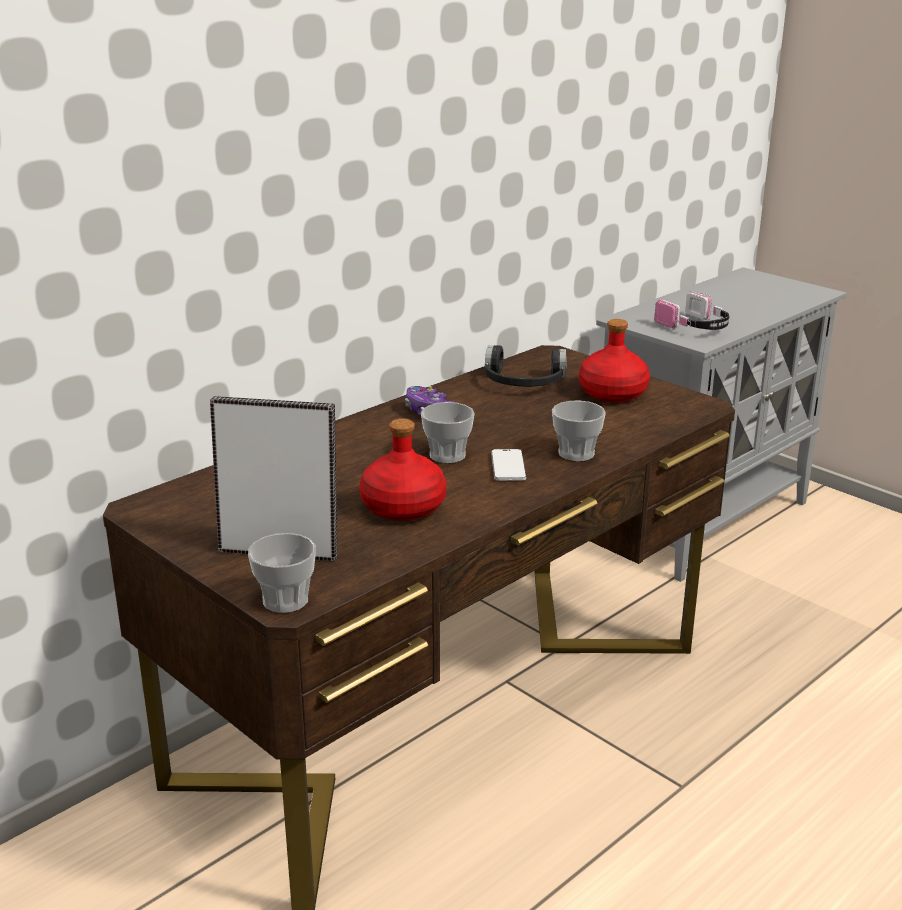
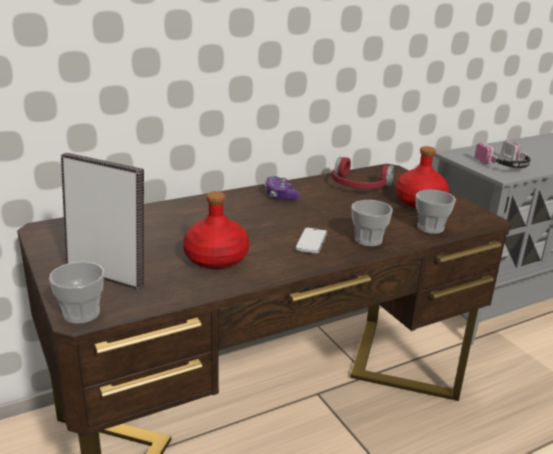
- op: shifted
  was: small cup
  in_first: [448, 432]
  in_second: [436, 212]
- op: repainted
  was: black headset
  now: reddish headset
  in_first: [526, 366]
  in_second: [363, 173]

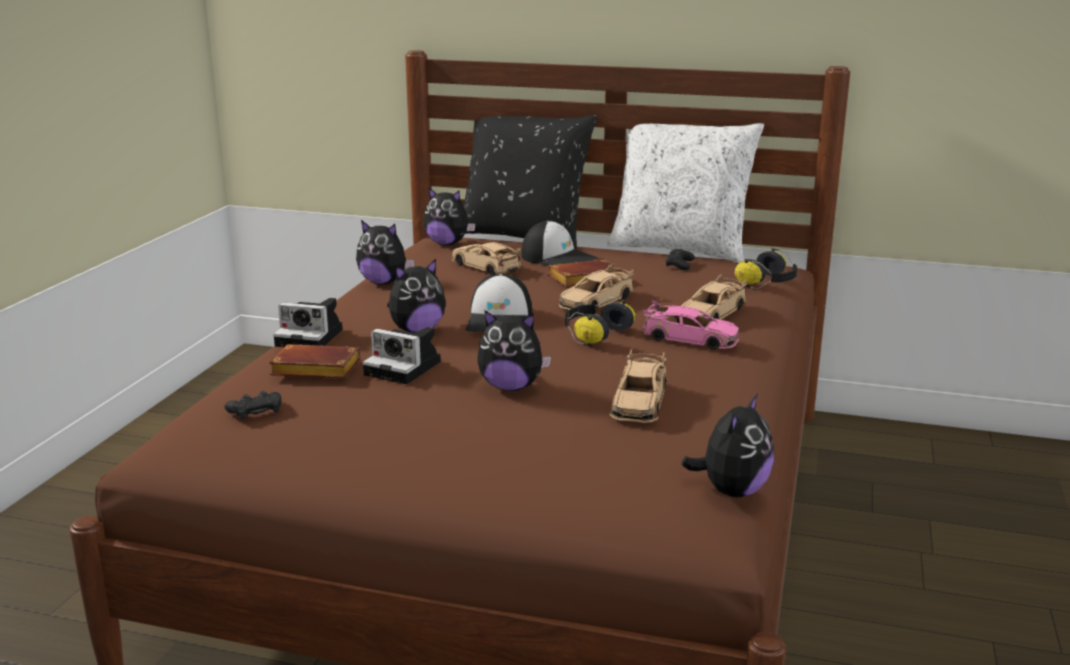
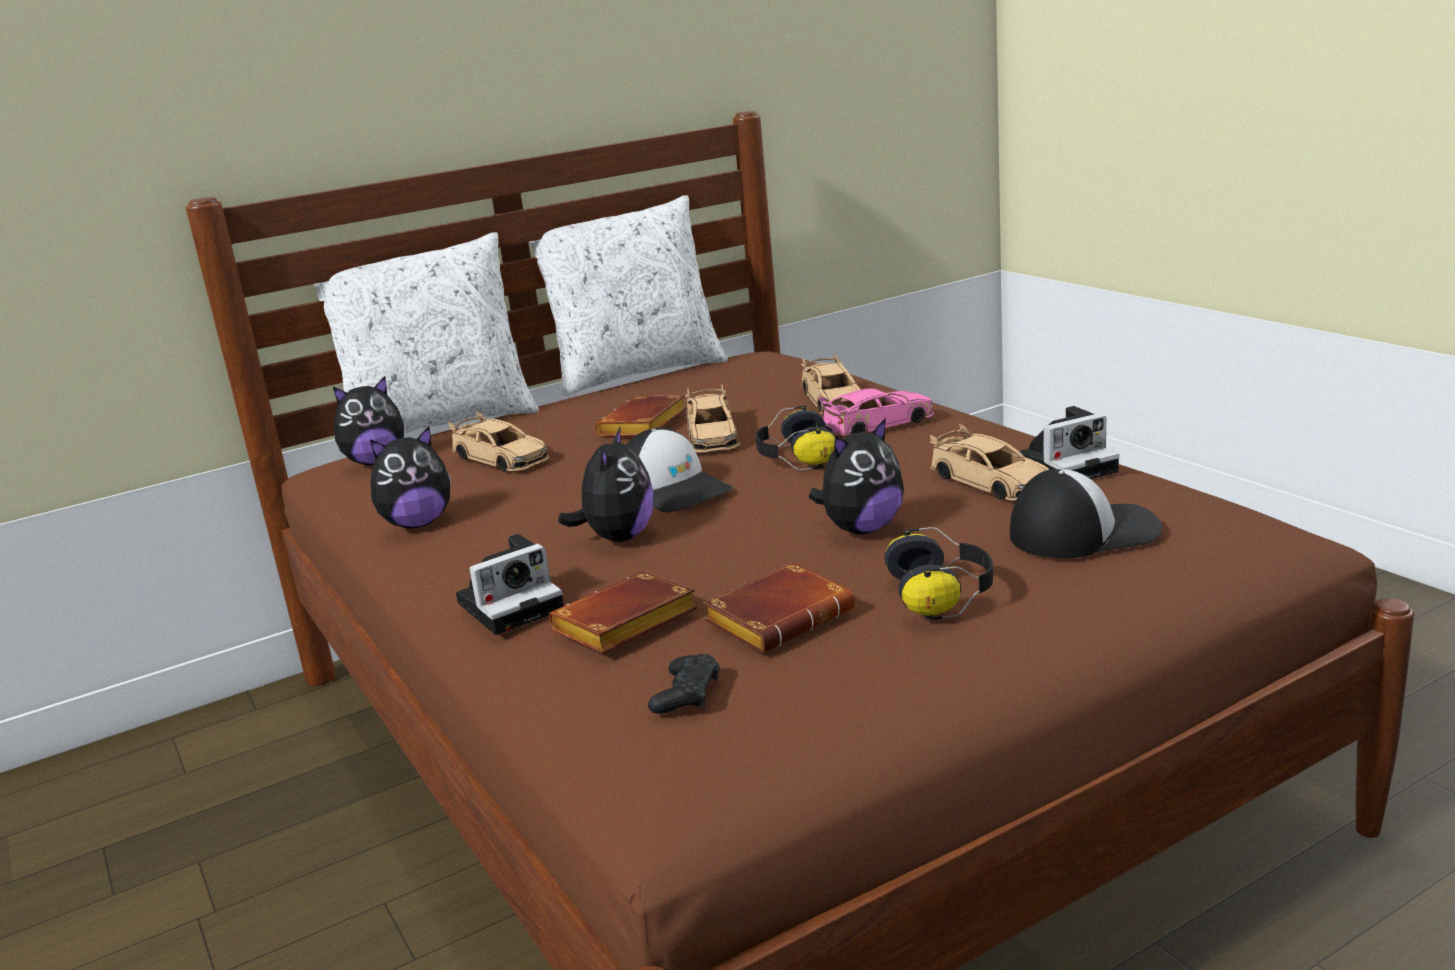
- op: shifted
  was: still camera
  in_first: [402, 355]
  in_second: [1069, 442]
- op: rotated
  was: beige toy car
  in_first: [487, 258]
  in_second: [498, 441]
  clockwise: -135
- op: repainted
  was: black throw pillow
  now: whitish throw pillow
  in_first: [530, 182]
  in_second: [426, 333]
- op: shifted
  was: baseball cap
  in_first: [559, 243]
  in_second: [1086, 513]
- op: gone
  was: black game controller
  in_first: [680, 259]
- op: gone
  was: soft toy
  in_first: [727, 445]
- op: shifted
  was: headset
  in_first: [766, 268]
  in_second: [939, 574]
- op: new
  now: brown volume
  in_second: [779, 608]

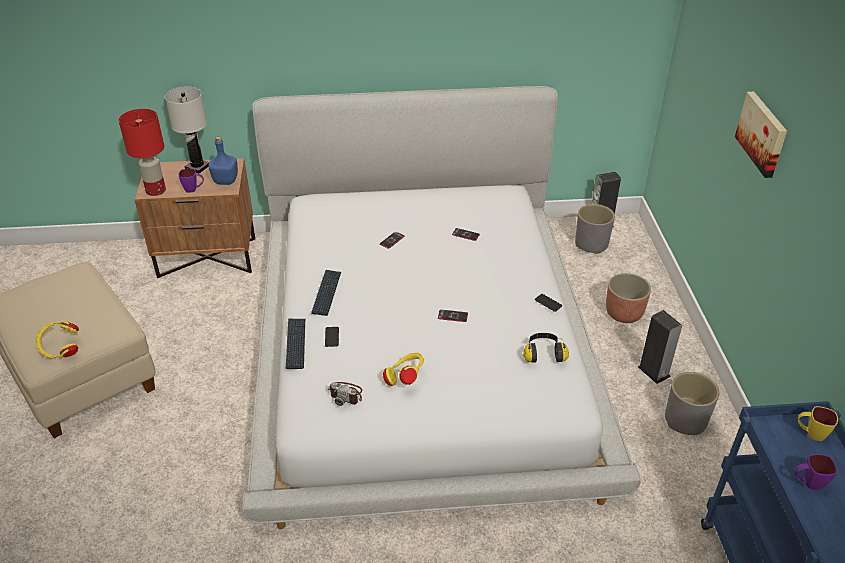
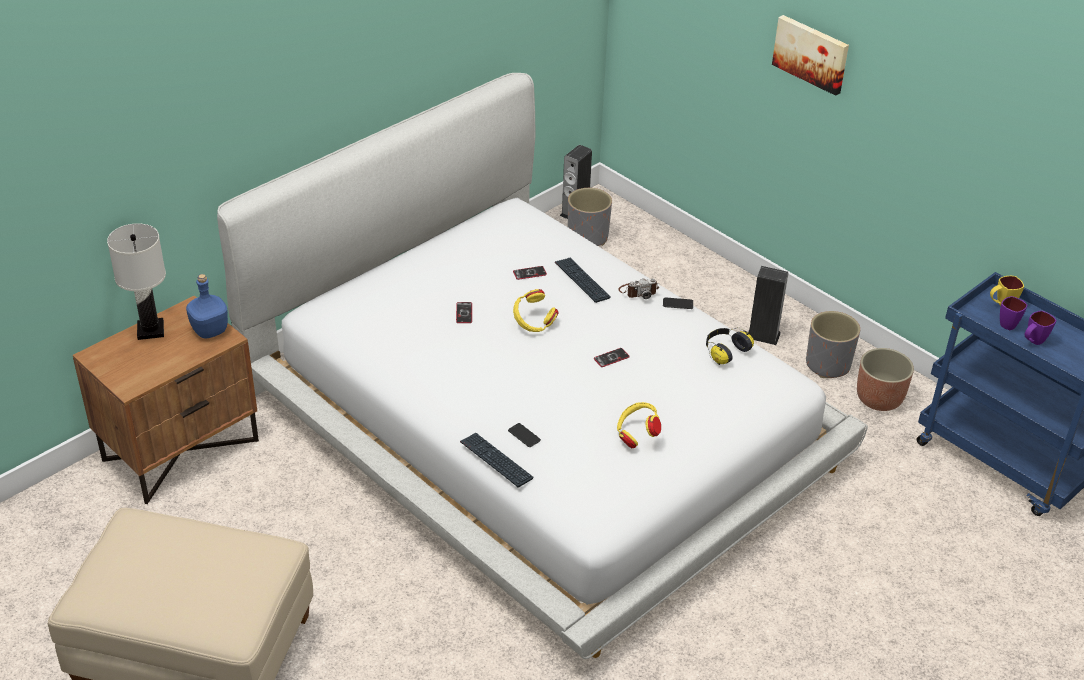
- op: shifted
  was: yellow-coloured headset
  in_first: [57, 339]
  in_second: [536, 310]
- op: gone
  was: reddish lamp for a table
  in_first: [142, 152]
- op: shifted
  was: purple-coloured coffee mug
  in_first: [191, 181]
  in_second: [1013, 313]
- op: shifted
  was: computer keyboard
  in_first: [326, 293]
  in_second: [583, 280]
- op: shifted
  was: still camera
  in_first: [345, 394]
  in_second: [638, 288]
- op: shifted
  was: flower pot
  in_first: [628, 298]
  in_second: [885, 379]

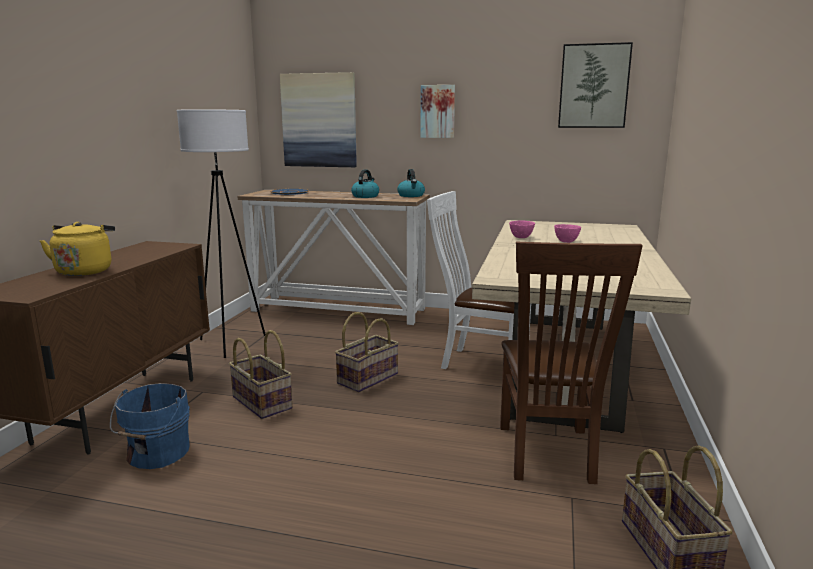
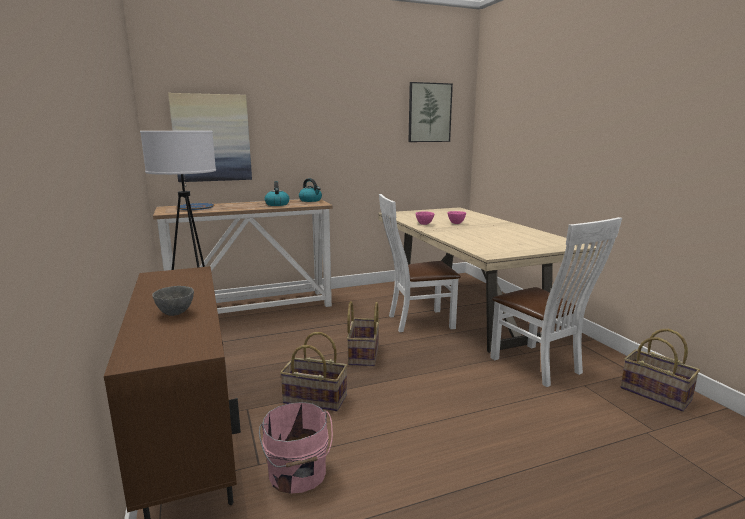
- op: swapped
  was: yellow-coloured kettle
  now: grey bowl
  in_first: [77, 249]
  in_second: [173, 301]
- op: repainted
  was: bluish pail
  now: pink-coloured pail
  in_first: [150, 426]
  in_second: [296, 448]
- op: gone
  was: wall picture
  in_first: [437, 111]
- op: repainted
  was: brown upright chair
  now: whitish upright chair
  in_first: [571, 363]
  in_second: [556, 302]

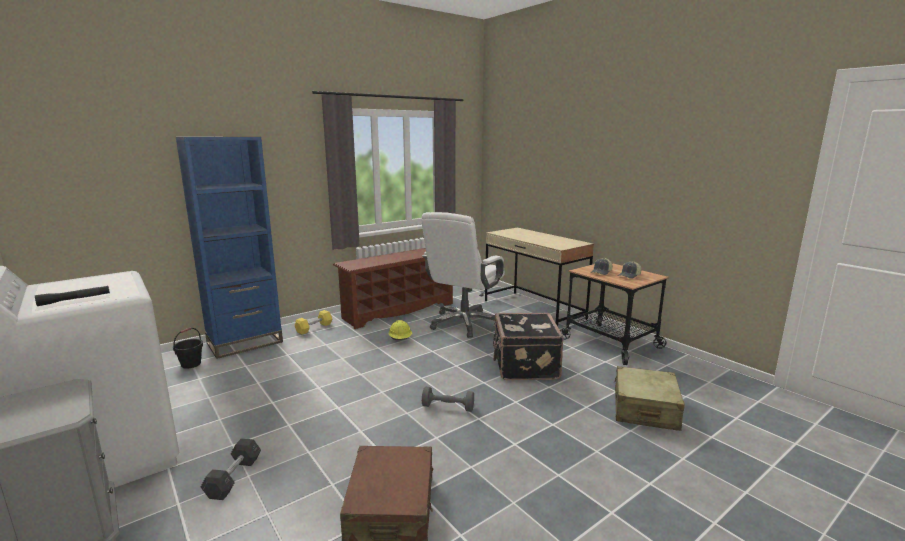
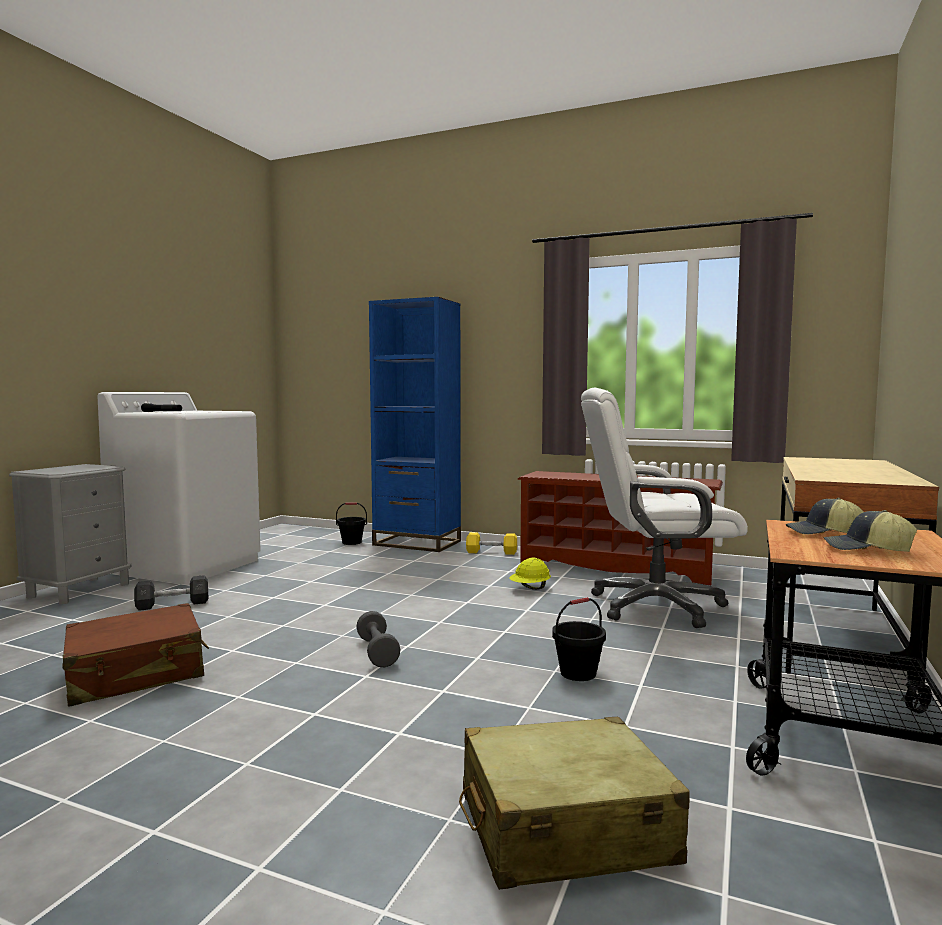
- op: swapped
  was: black suitcase
  now: black pail
  in_first: [528, 346]
  in_second: [579, 639]

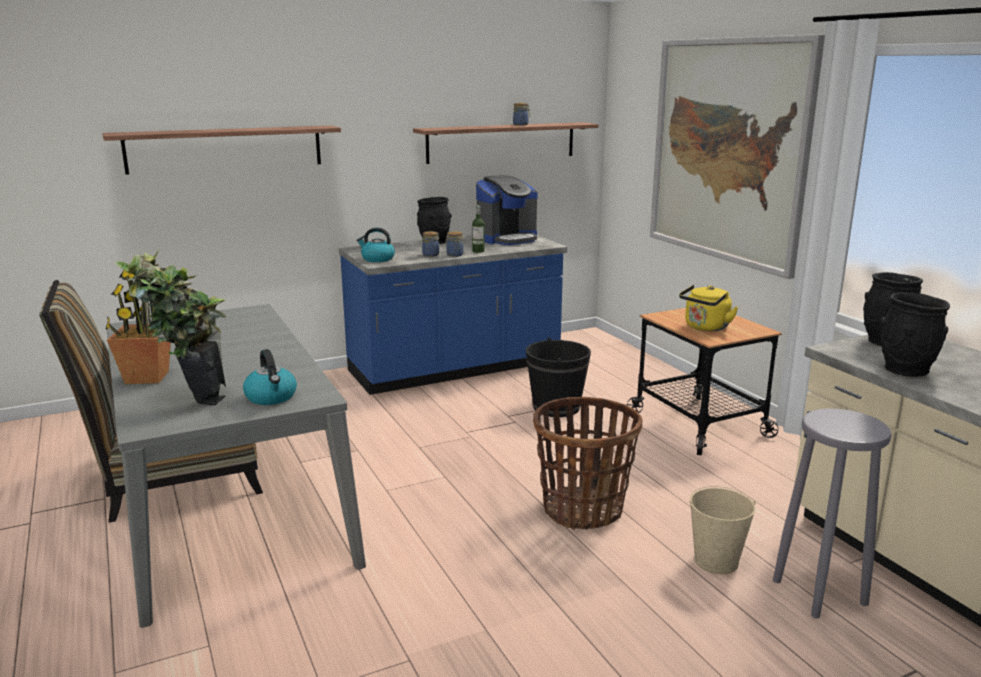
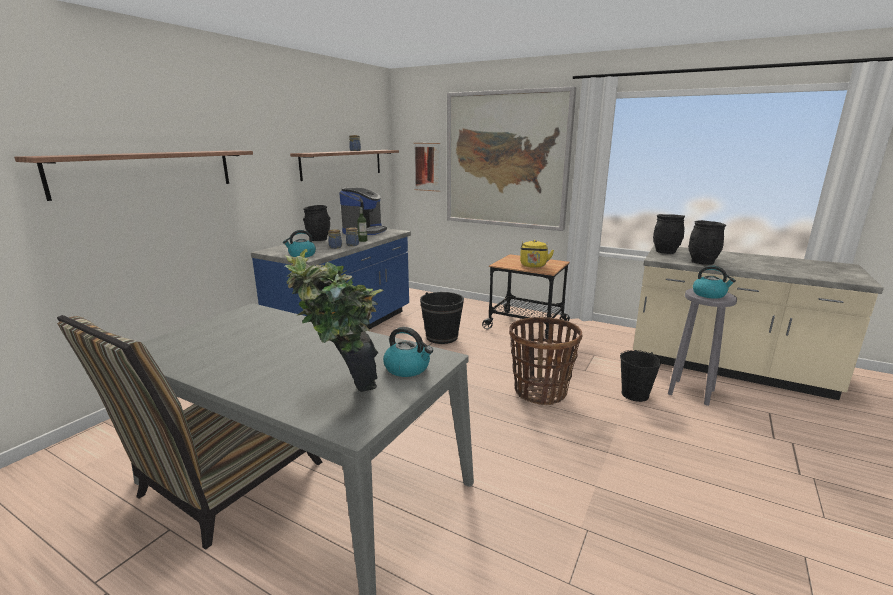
- op: gone
  was: potted plant
  in_first: [138, 327]
- op: repainted
  was: beige pail
  now: black pail
  in_first: [722, 530]
  in_second: [640, 376]
- op: new
  now: wall picture
  in_second: [427, 167]
- op: new
  now: kettle
  in_second: [714, 282]

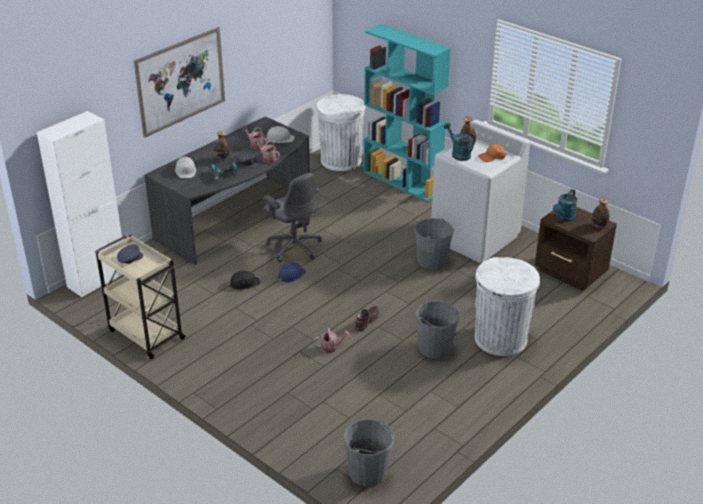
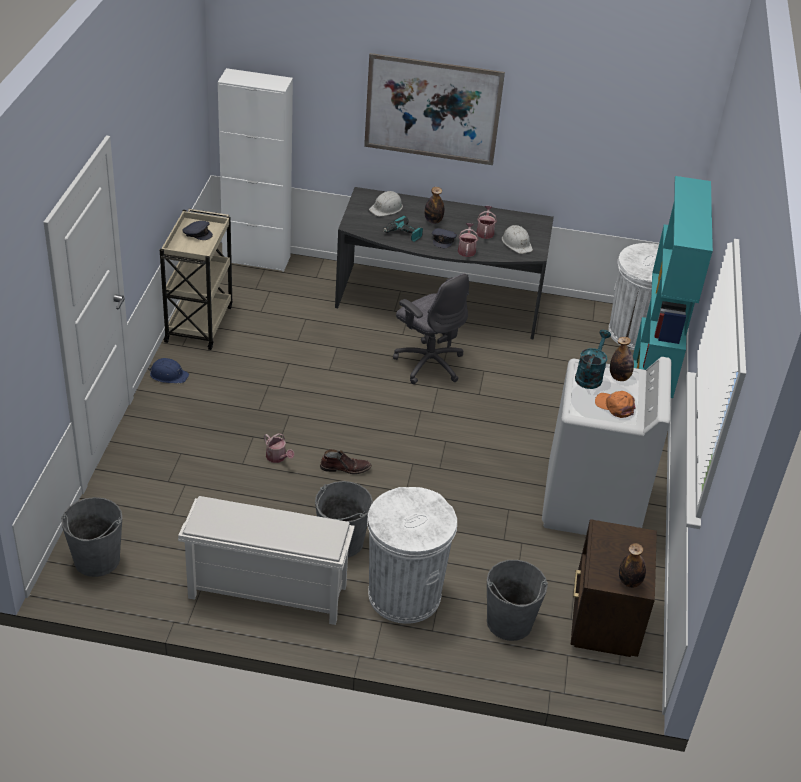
- op: gone
  was: black hard hat
  in_first: [244, 280]
- op: rotated
  was: grey office chair
  in_first: [292, 218]
  in_second: [431, 328]
  clockwise: -60
- op: shifted
  was: bluish hard hat
  in_first: [292, 273]
  in_second: [168, 370]
- op: shifted
  was: grey pail
  in_first: [434, 244]
  in_second: [517, 600]
- op: gone
  was: turquoise-coloured sprinkling can
  in_first: [565, 205]
- op: new
  now: whitish shoe stand
  in_second: [266, 560]

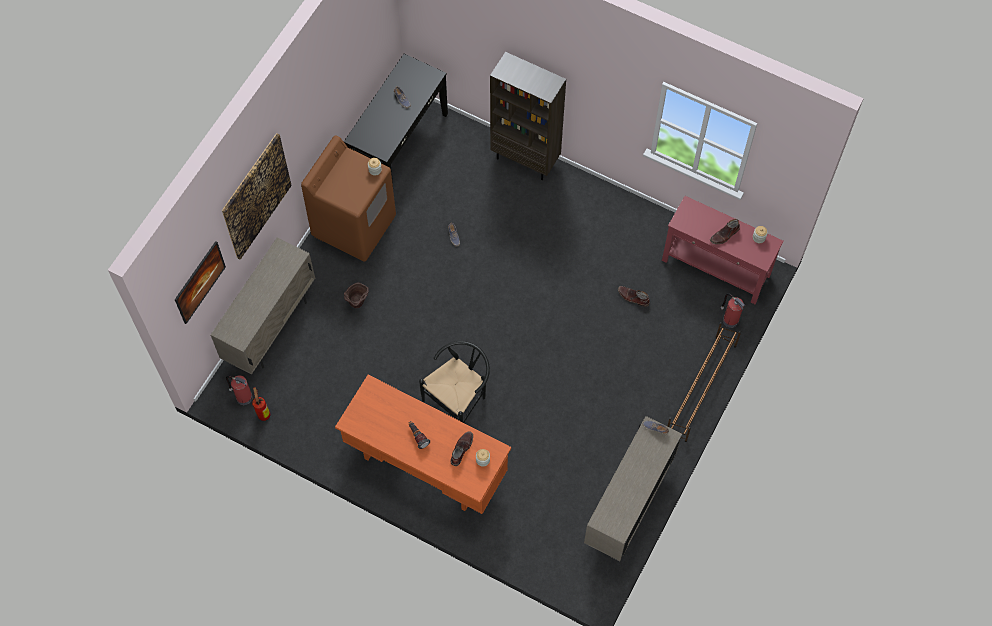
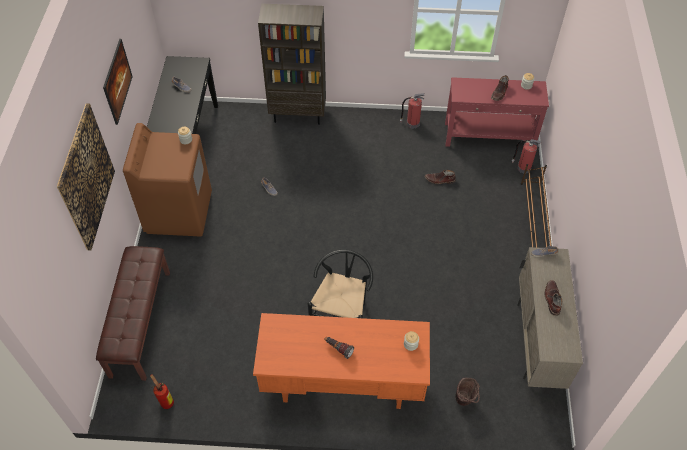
- op: shifted
  was: wall picture
  in_first: [200, 282]
  in_second: [118, 82]
- op: swapped
  was: beige cabinet
  now: brown long seat
  in_first: [262, 306]
  in_second: [133, 313]
- op: shifted
  was: fire extinguisher
  in_first: [239, 390]
  in_second: [412, 110]
- op: shifted
  was: brown pail
  in_first: [356, 295]
  in_second: [467, 392]
- op: shifted
  was: brown high-top boot
  in_first: [462, 448]
  in_second: [553, 298]

